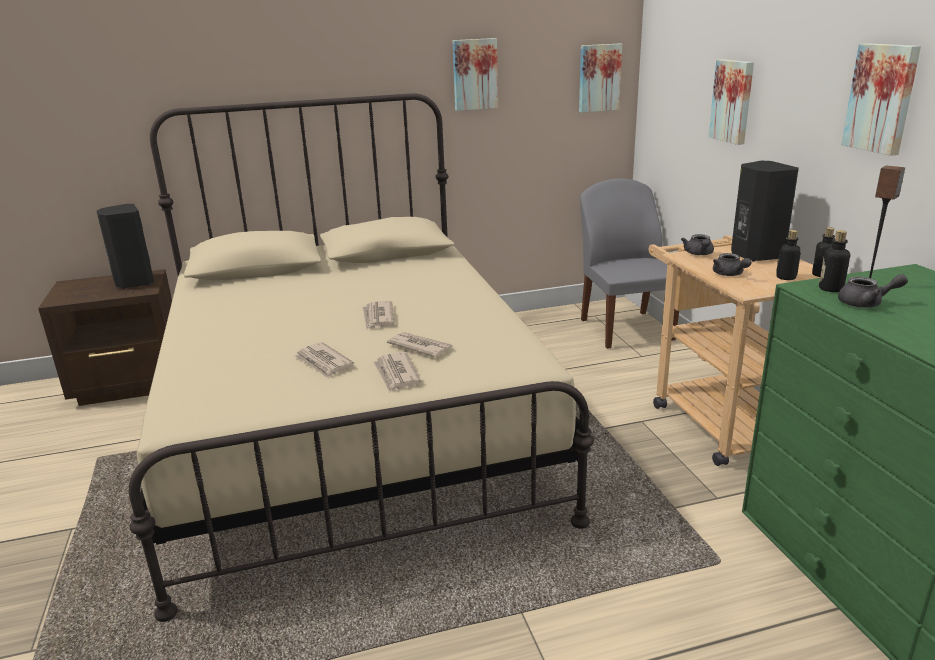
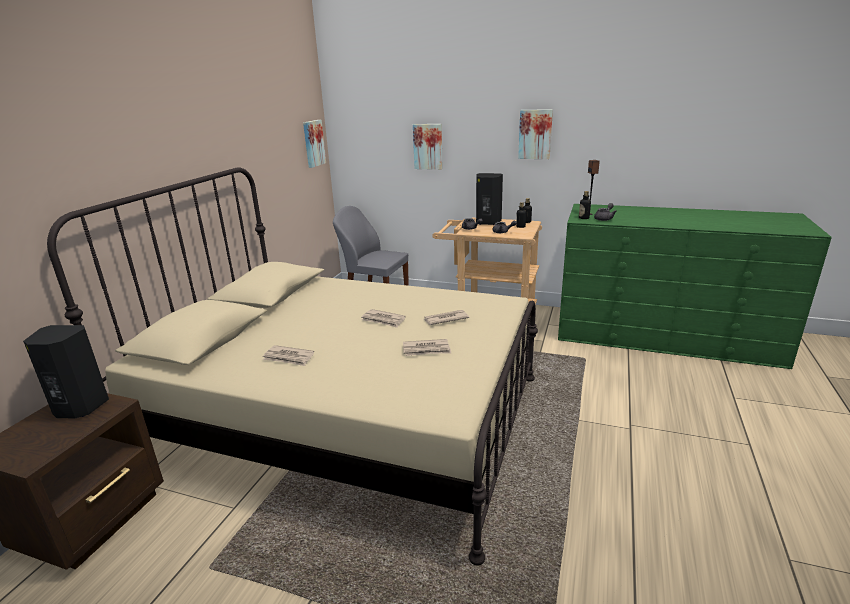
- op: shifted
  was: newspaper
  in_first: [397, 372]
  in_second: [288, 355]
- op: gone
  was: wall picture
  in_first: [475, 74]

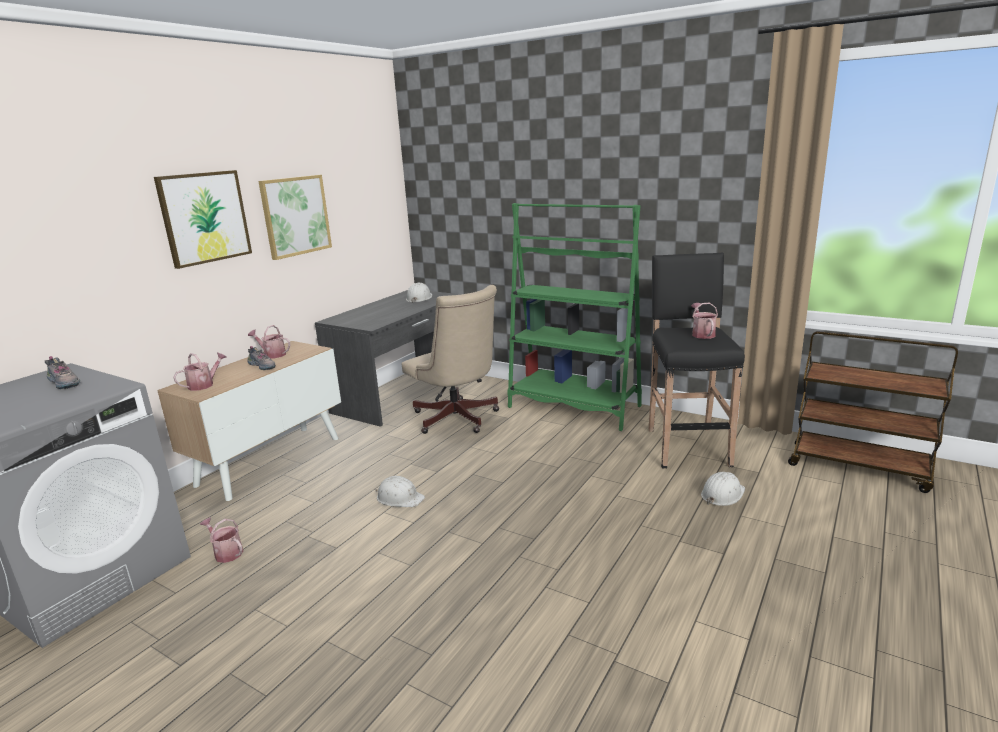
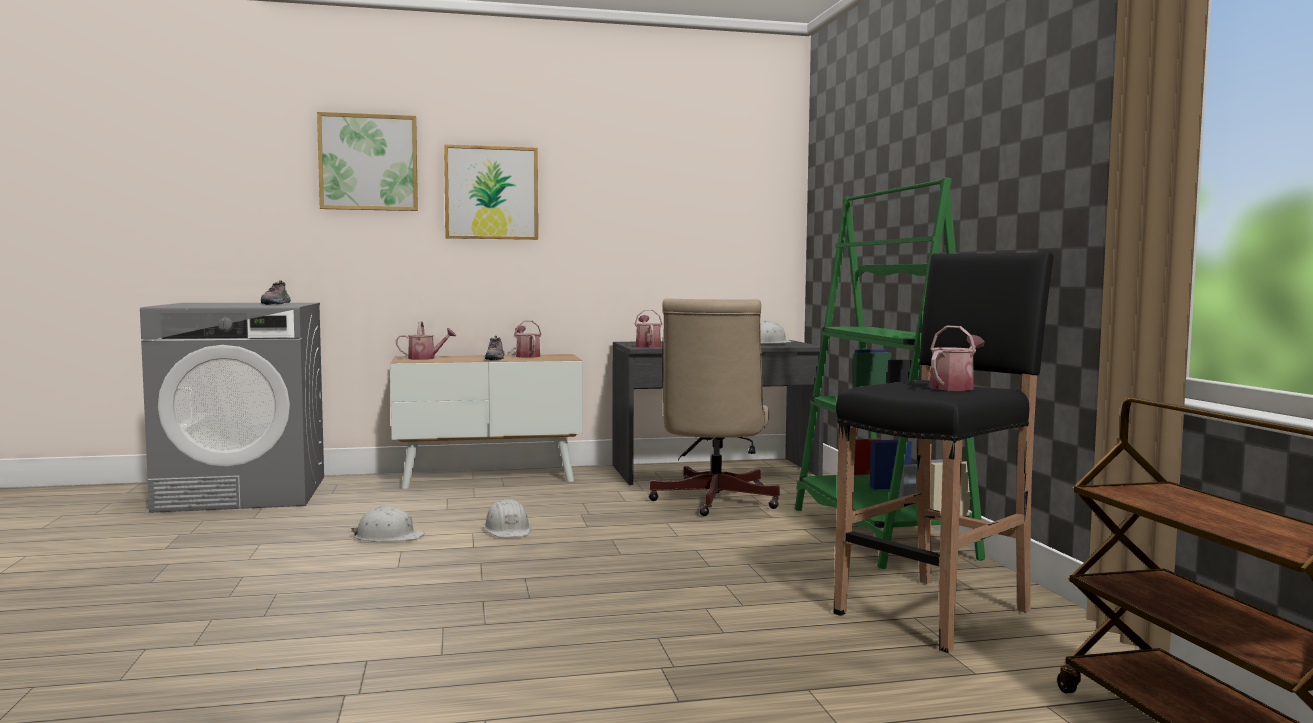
- op: shifted
  was: sprinkling can
  in_first: [221, 540]
  in_second: [648, 329]
- op: shifted
  was: wall picture
  in_first: [295, 217]
  in_second: [367, 161]
- op: shifted
  was: whitish hard hat
  in_first: [723, 489]
  in_second: [388, 524]

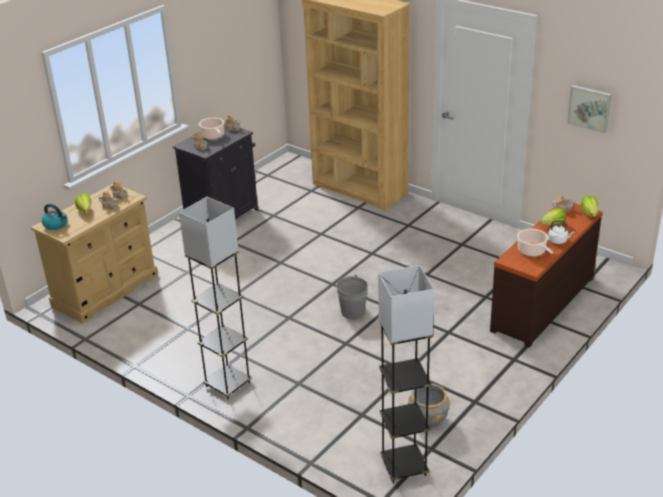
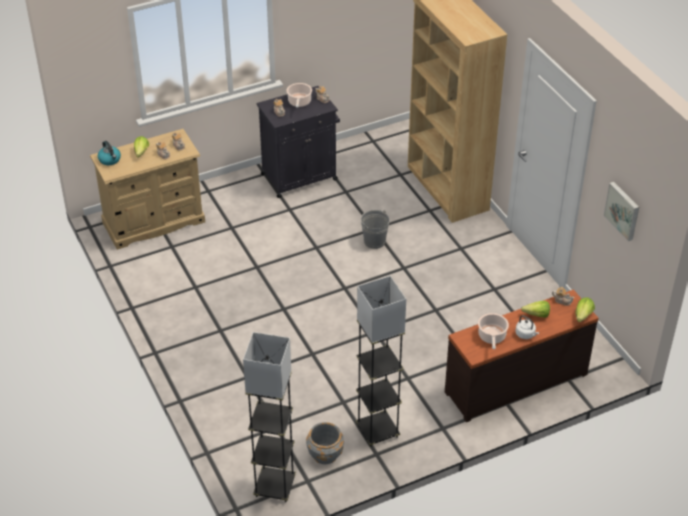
- op: shifted
  was: grey floor lamp
  in_first: [215, 298]
  in_second: [381, 361]
- op: shifted
  was: grey pail
  in_first: [352, 297]
  in_second: [375, 229]

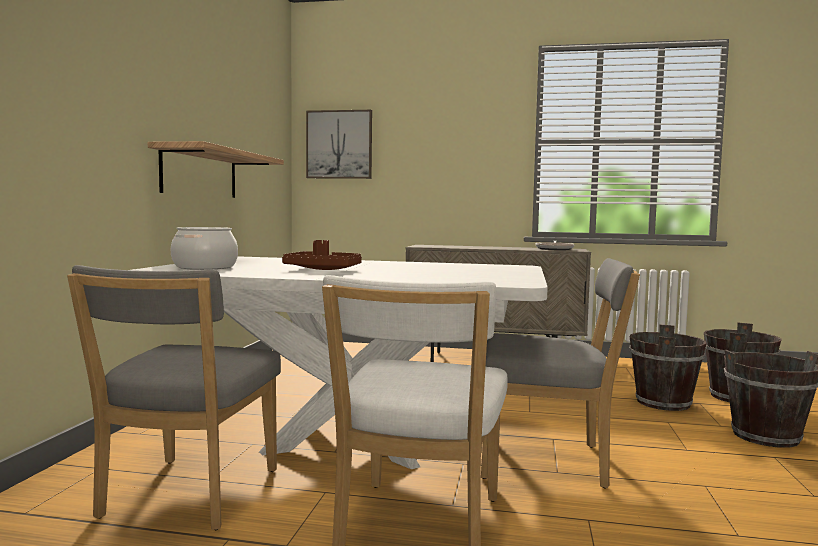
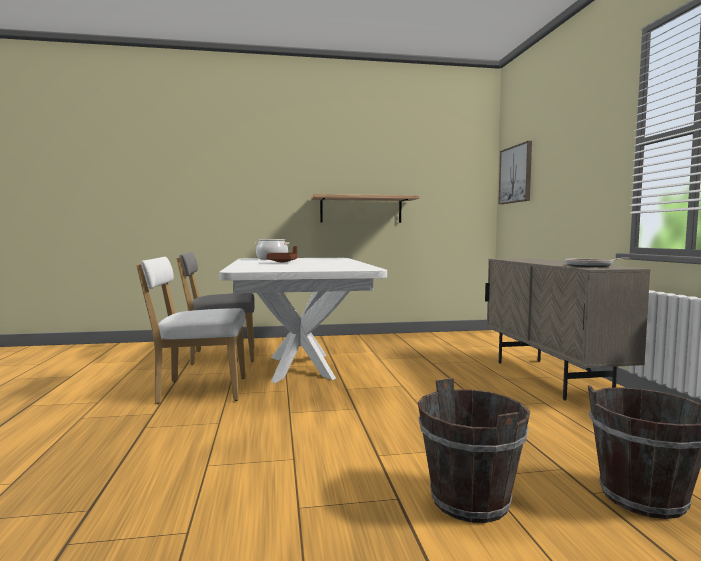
- op: gone
  was: grey upright chair
  in_first: [560, 373]
- op: gone
  was: brown pail
  in_first: [668, 368]

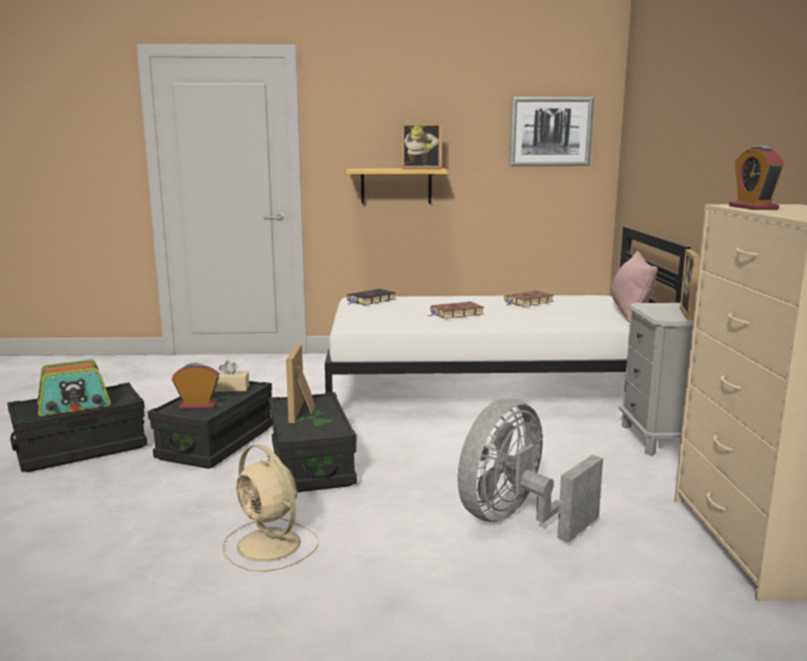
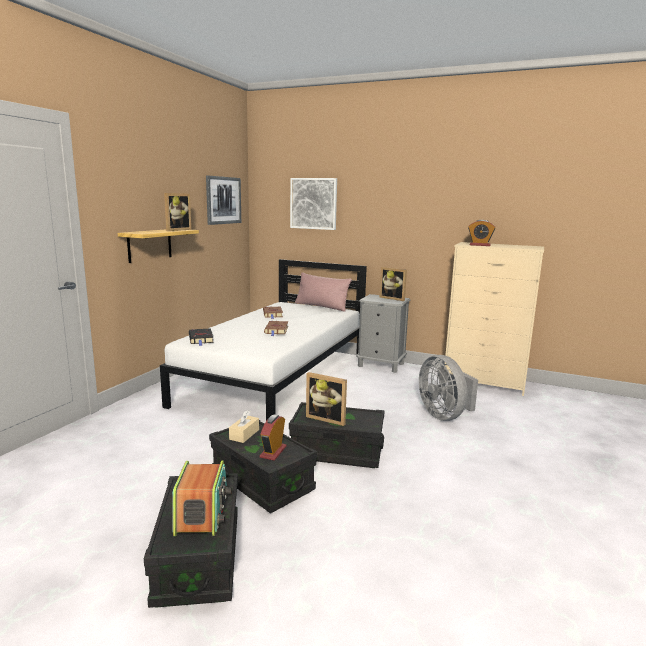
- op: gone
  was: beige electric fan
  in_first: [270, 508]
- op: new
  now: wall picture
  in_second: [313, 204]

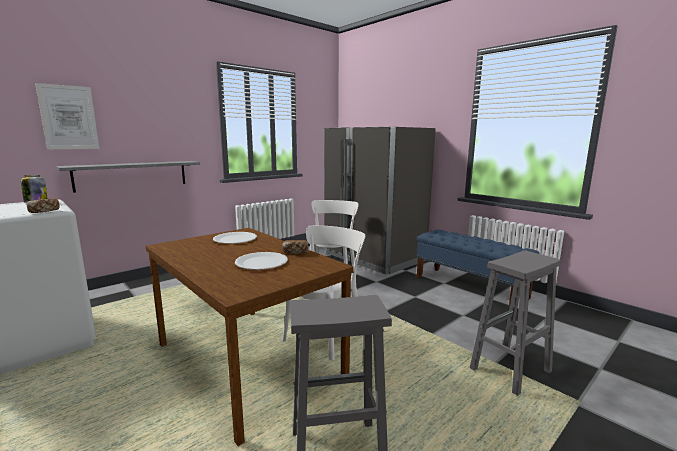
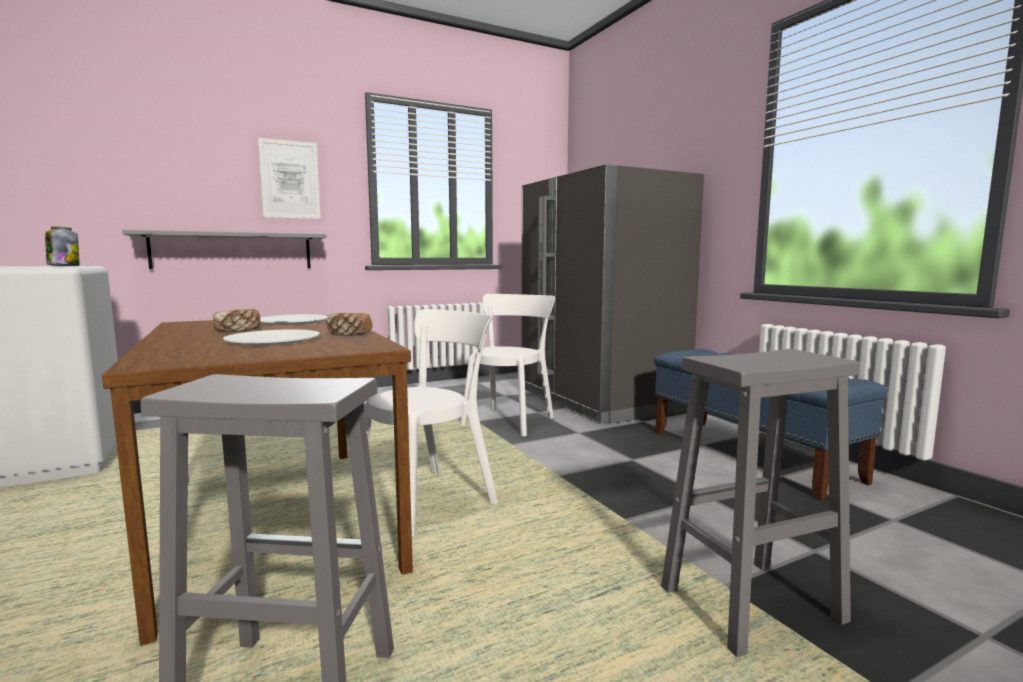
- op: shifted
  was: bread
  in_first: [43, 205]
  in_second: [236, 320]
- op: shifted
  was: wall picture
  in_first: [67, 116]
  in_second: [289, 178]

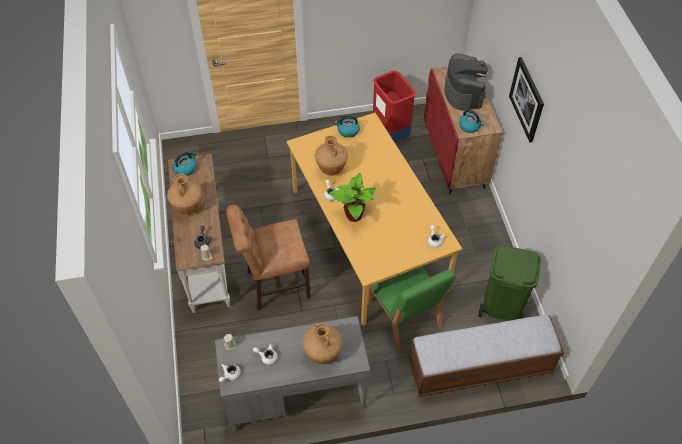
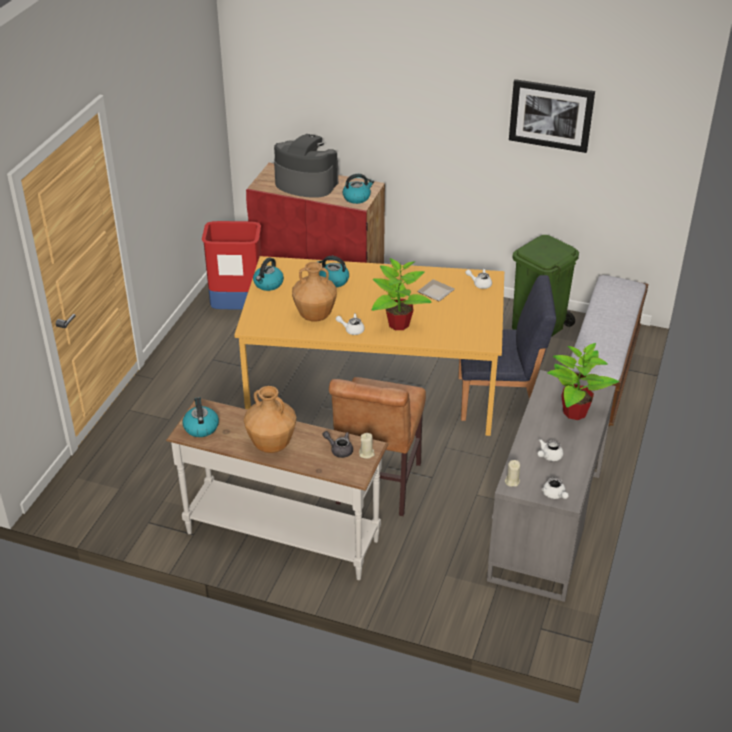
- op: swapped
  was: brown vase
  now: potted plant
  in_first: [322, 343]
  in_second: [583, 381]
- op: repainted
  was: green upright chair
  now: bluish upright chair
  in_first: [411, 307]
  in_second: [507, 348]
- op: shifted
  was: wall picture
  in_first: [526, 100]
  in_second: [552, 116]
- op: new
  now: kettle
  in_second: [333, 272]
- op: new
  now: dinner plate
  in_second: [436, 290]

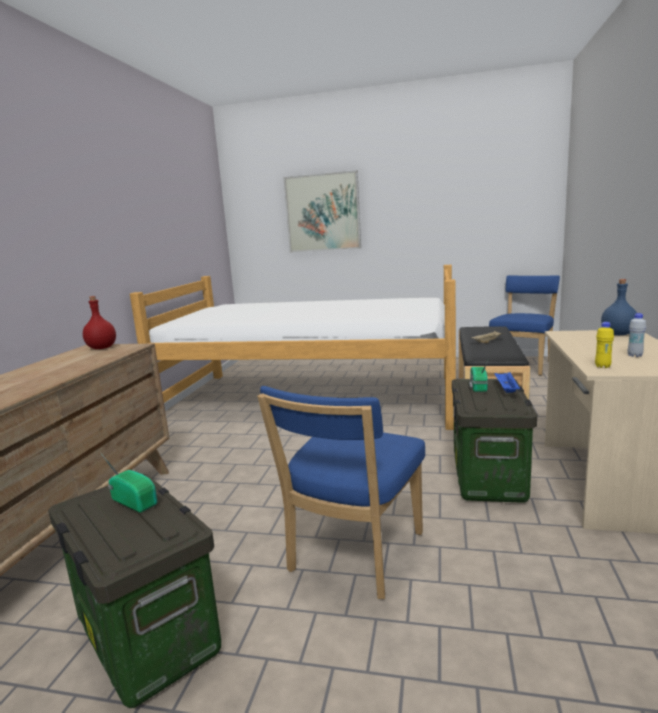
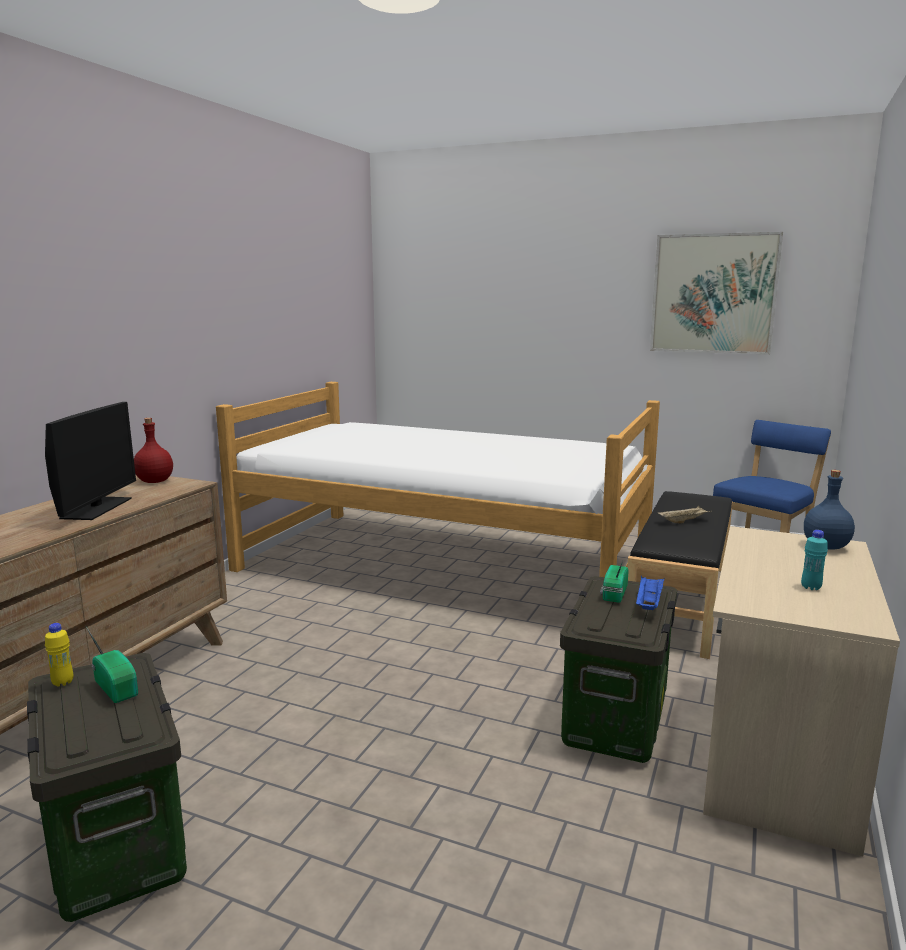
- op: gone
  was: bluish upright chair
  in_first: [341, 492]
- op: shifted
  was: wall picture
  in_first: [322, 211]
  in_second: [716, 293]
- op: shifted
  was: yellow-coloured drink bottle
  in_first: [604, 345]
  in_second: [59, 655]
- op: repainted
  was: whitish drink bottle
  now: turquoise-coloured drink bottle
  in_first: [637, 335]
  in_second: [814, 560]
- op: new
  now: monitor
  in_second: [90, 461]

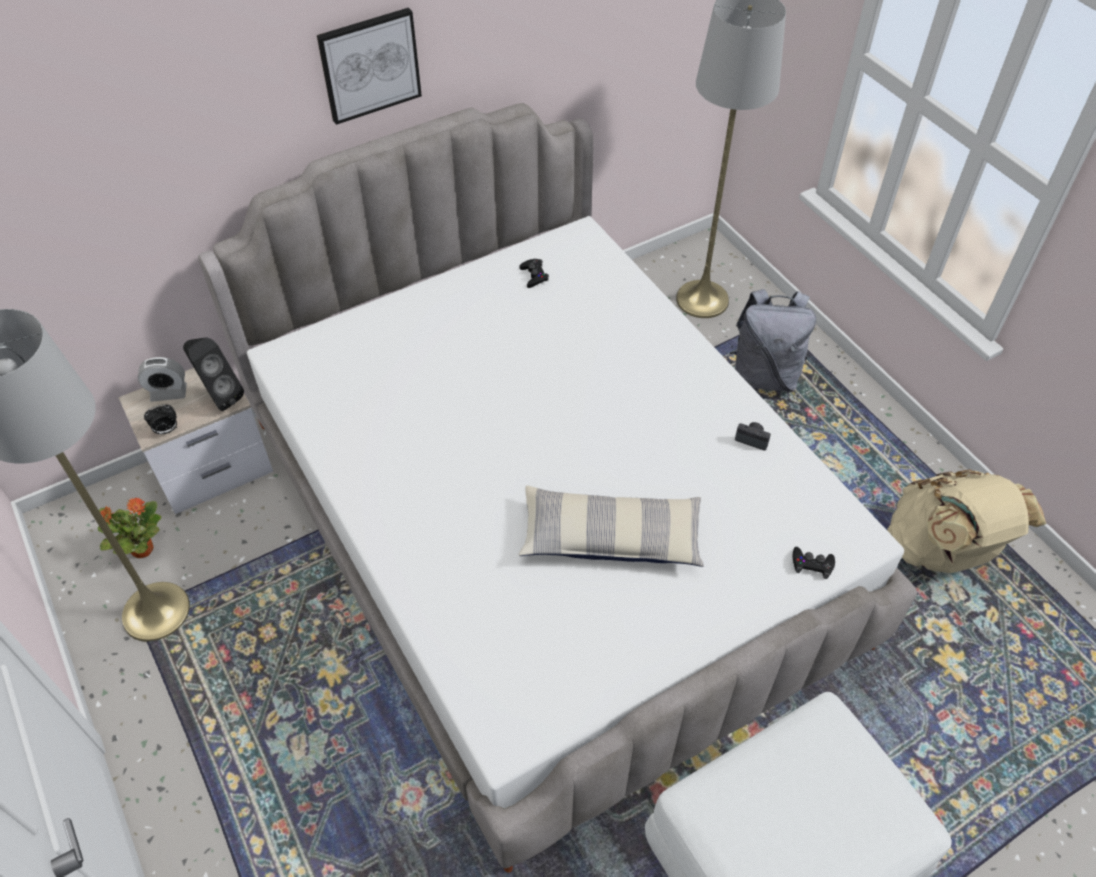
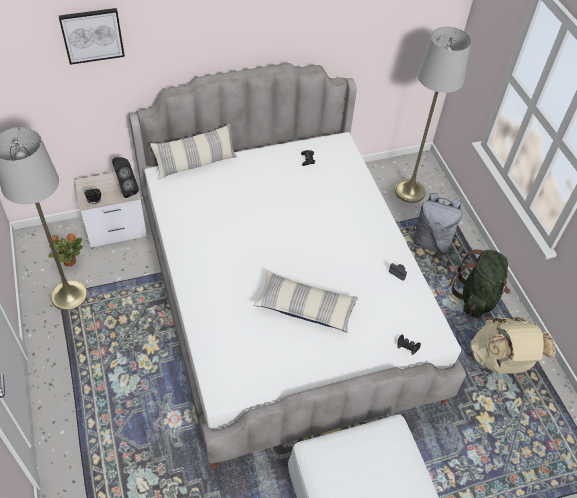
- op: gone
  was: table clock
  in_first: [162, 379]
- op: shifted
  was: wall picture
  in_first: [369, 66]
  in_second: [92, 36]
- op: new
  now: throw pillow
  in_second: [193, 152]
- op: new
  now: green backpack
  in_second: [480, 283]

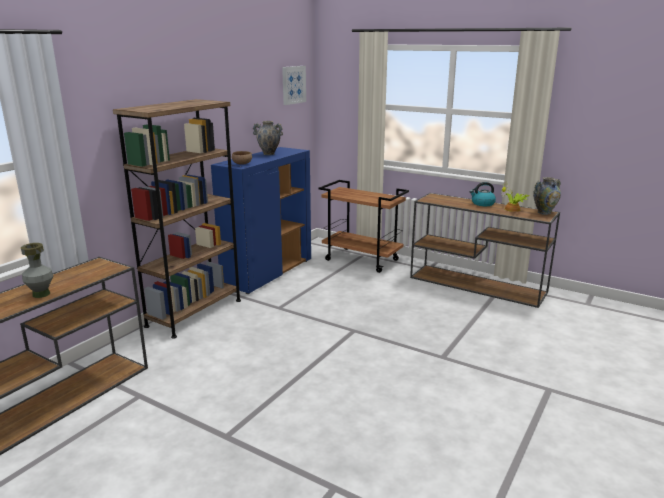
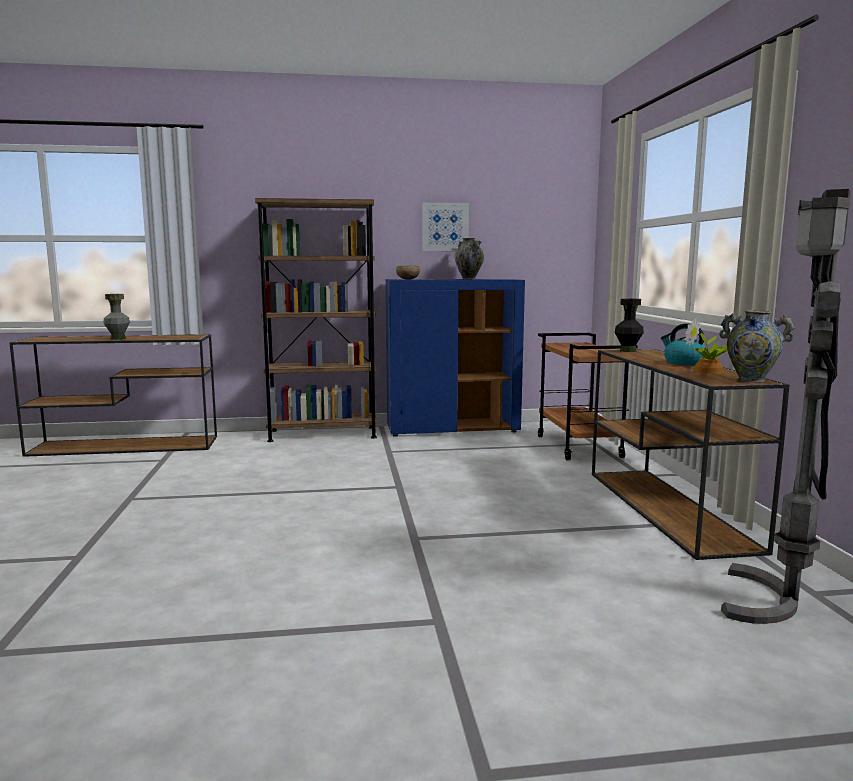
- op: shifted
  was: wall picture
  in_first: [294, 85]
  in_second: [445, 227]
- op: new
  now: black vase
  in_second: [629, 325]
- op: new
  now: grey floor lamp
  in_second: [786, 406]

